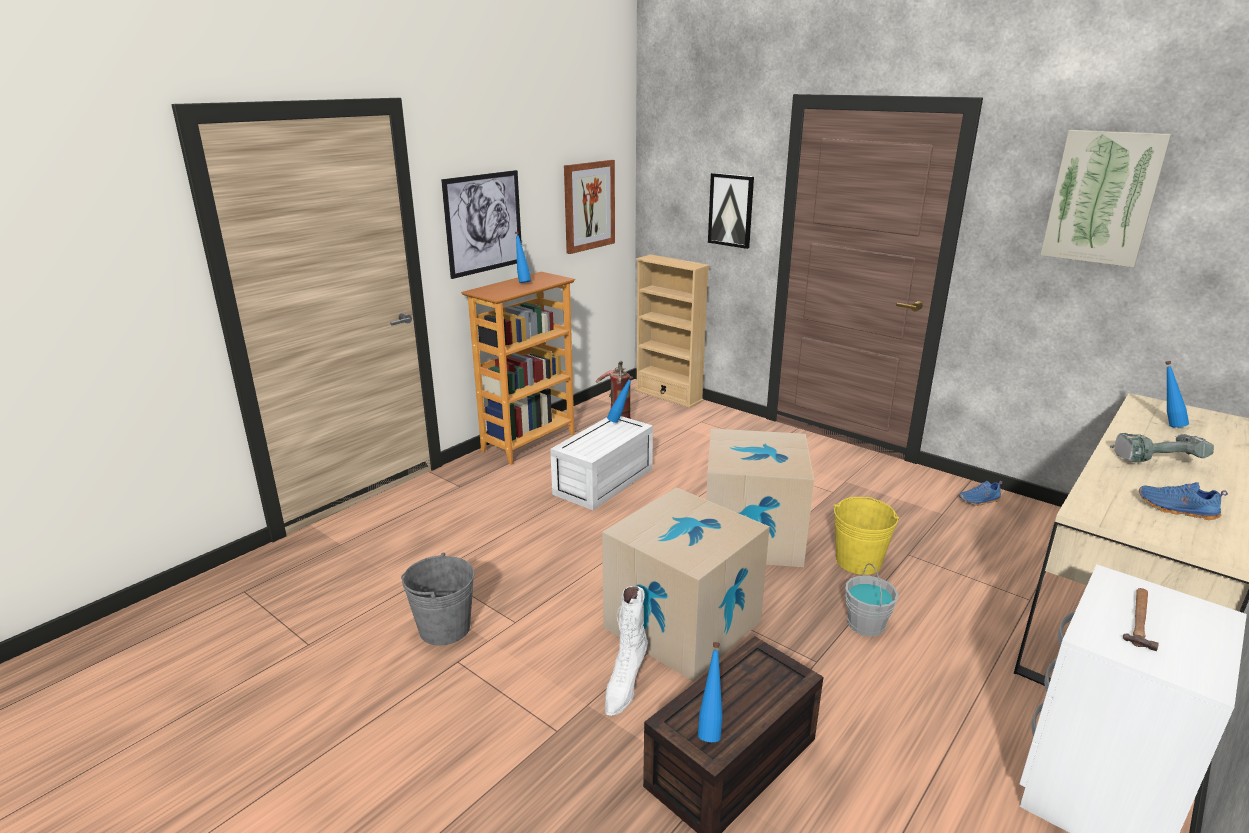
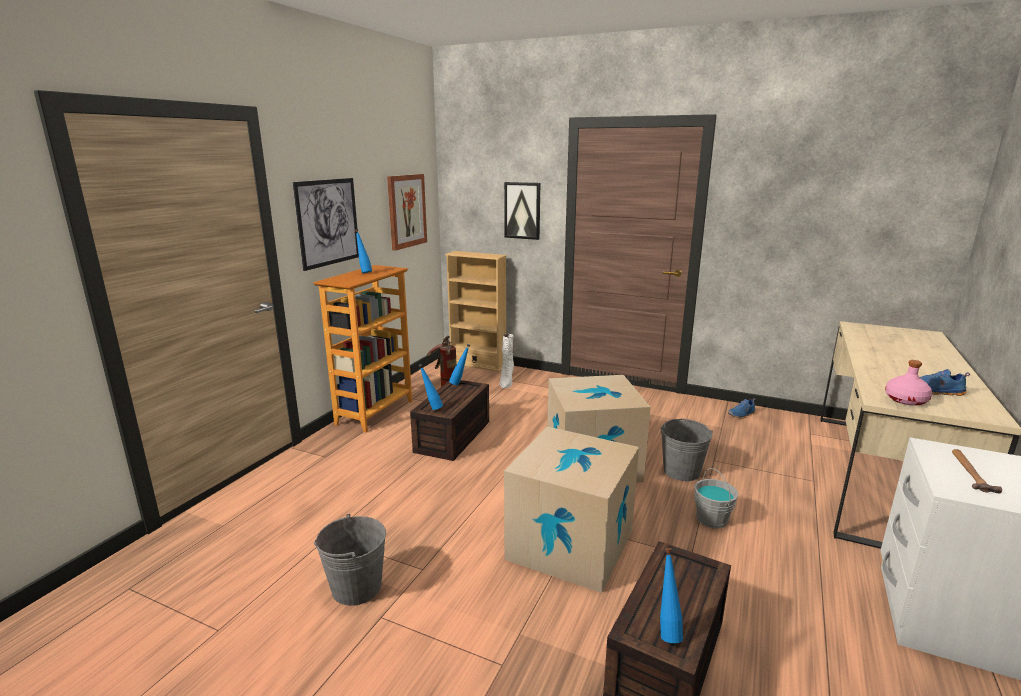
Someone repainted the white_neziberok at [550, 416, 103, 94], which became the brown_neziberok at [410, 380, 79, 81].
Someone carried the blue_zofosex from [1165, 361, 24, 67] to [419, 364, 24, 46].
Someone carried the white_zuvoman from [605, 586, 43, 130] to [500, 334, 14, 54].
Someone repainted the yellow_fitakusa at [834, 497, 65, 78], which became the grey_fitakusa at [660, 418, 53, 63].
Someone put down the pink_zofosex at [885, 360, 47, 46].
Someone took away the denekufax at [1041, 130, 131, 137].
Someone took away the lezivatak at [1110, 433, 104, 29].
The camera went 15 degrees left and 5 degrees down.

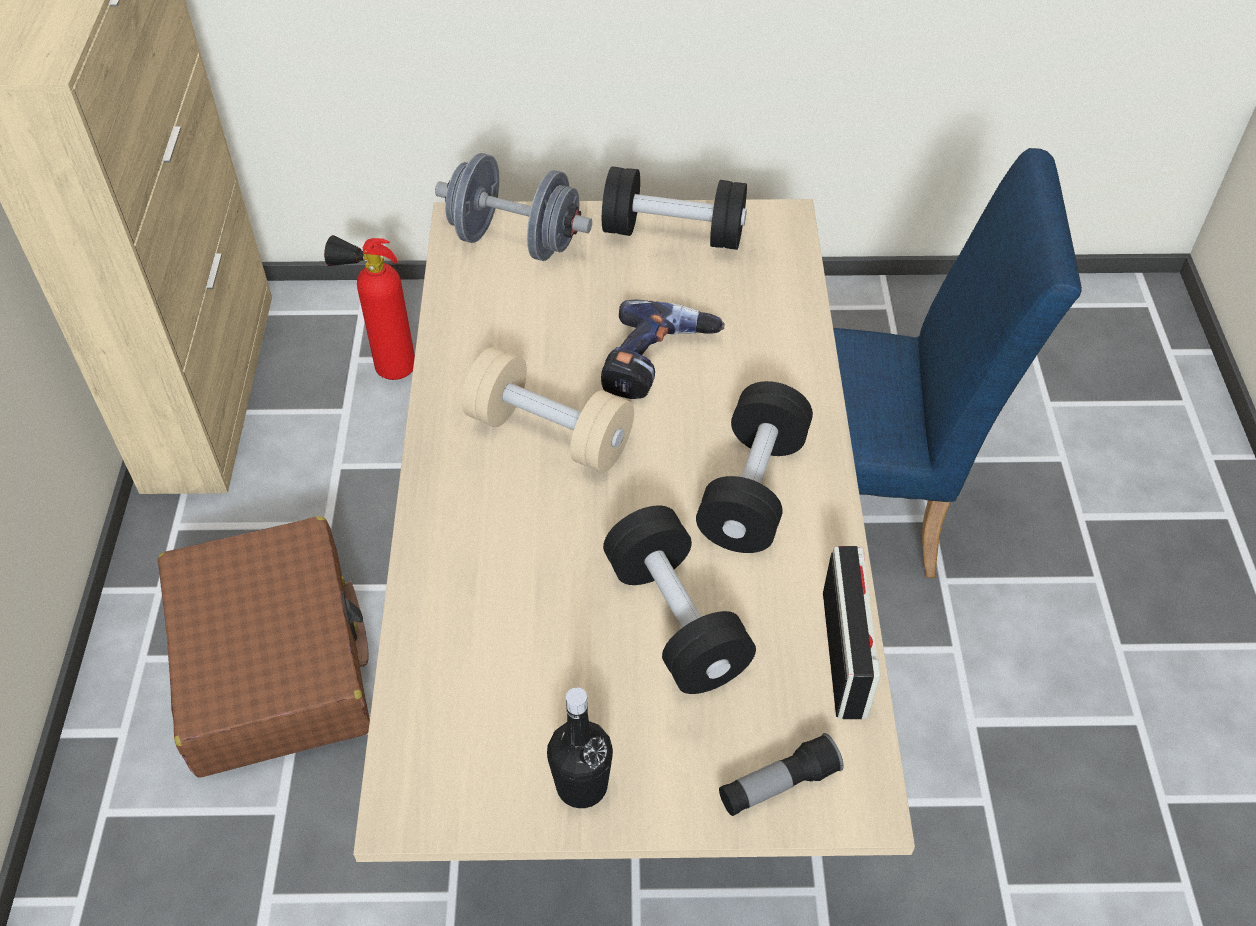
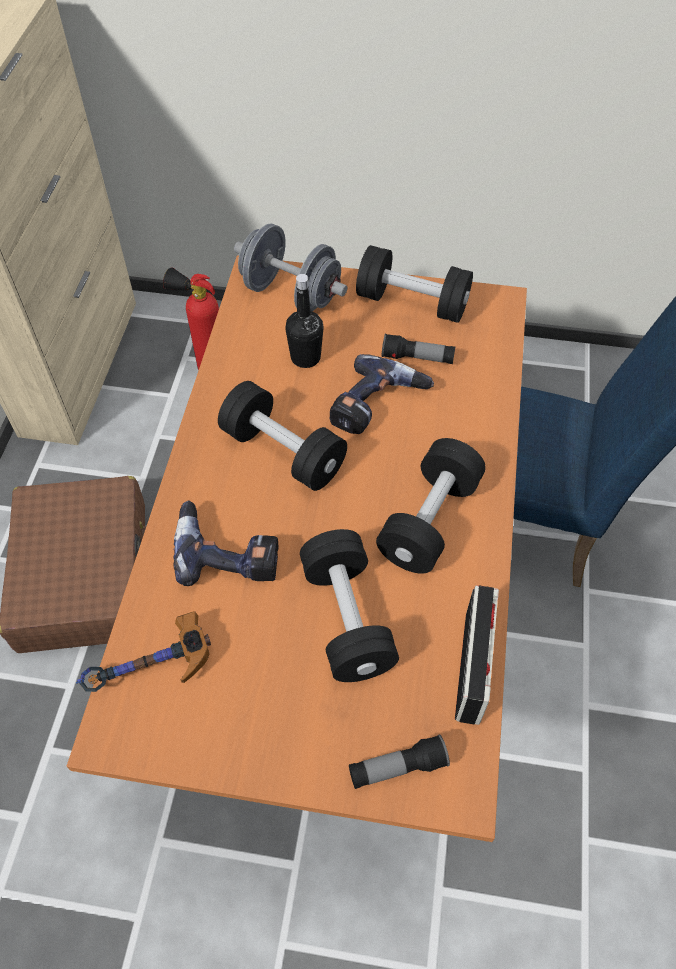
Someone repainted the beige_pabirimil at [353, 199, 562, 663], which became the orange_pabirimil at [67, 255, 460, 587].
Someone put down the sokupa at [76, 611, 135, 81].
Someone put down the lezivatak at [173, 500, 105, 86].
Someone repainted the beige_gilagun at [462, 347, 172, 126], which became the black_gilagun at [218, 381, 129, 110].
Someone carried the black_zofosex from [547, 687, 66, 121] to [285, 274, 38, 94].
Someone put down the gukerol at [382, 333, 73, 31].
The camera went 10 degrees right and 5 degrees up.

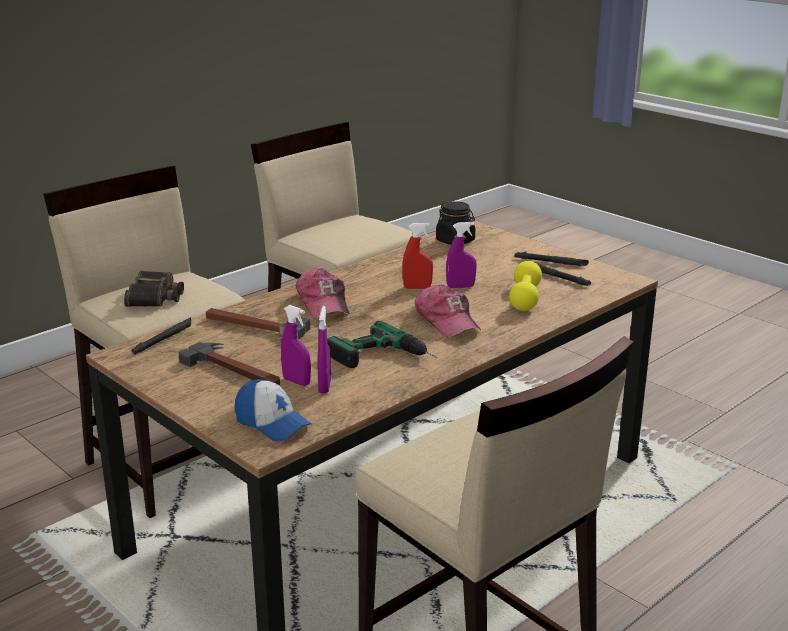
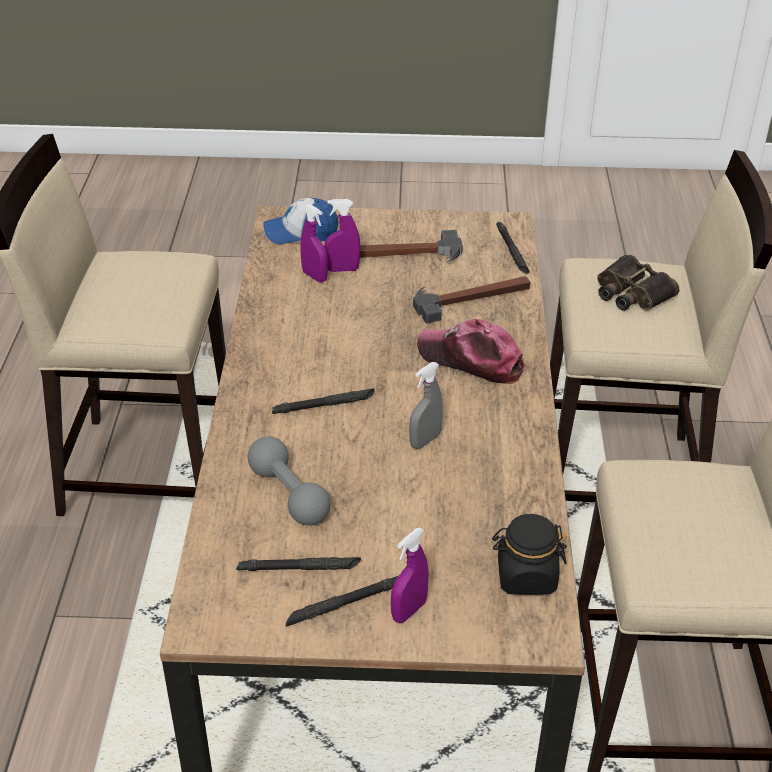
Someone repainted the yellow_gilagun at [509, 261, 33, 50], which became the grey_gilagun at [248, 436, 83, 90].
Someone swapped the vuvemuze at [415, 284, 66, 53] for the black_gukerol at [272, 388, 103, 26].
Someone carried the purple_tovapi from [446, 222, 31, 66] to [391, 527, 38, 96].
Someone repainted the red_tovapi at [402, 223, 31, 66], which became the grey_tovapi at [409, 362, 34, 87].
Someone took away the lezivatak at [327, 321, 110, 47].
The camera went 135 degrees right and 15 degrees up.

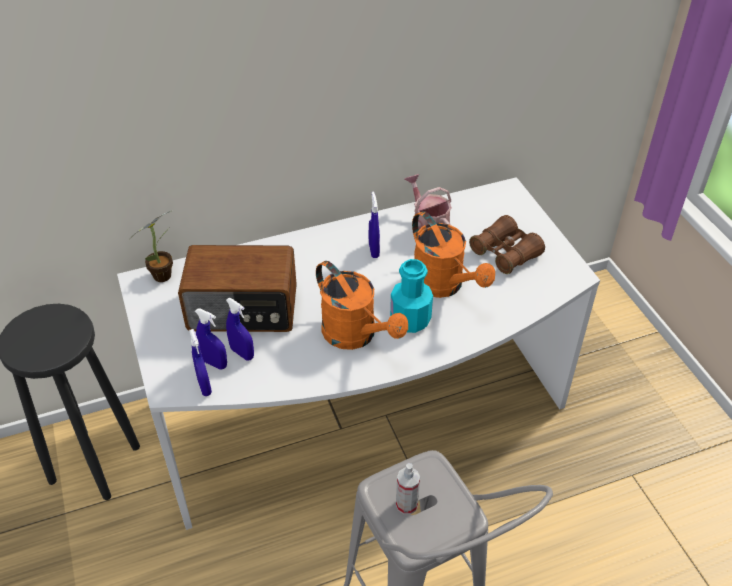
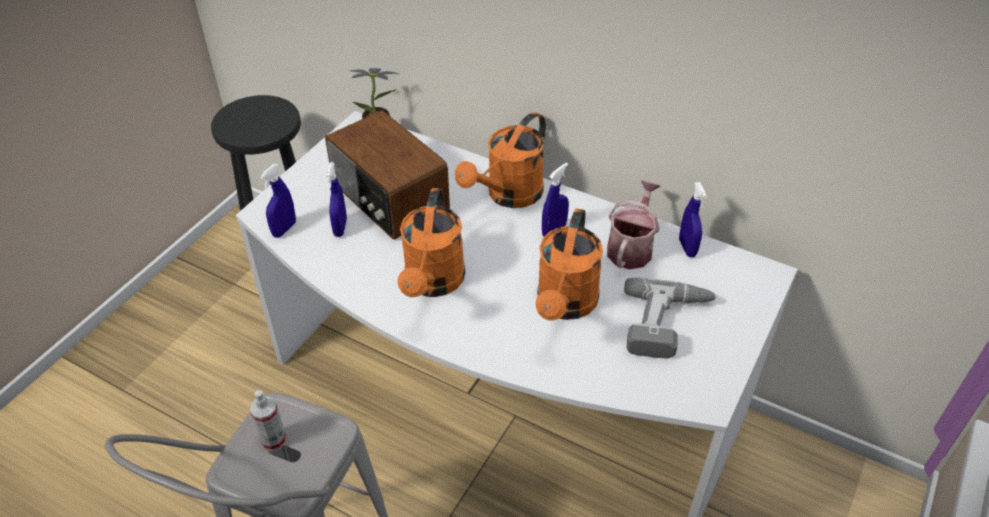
Someone put down the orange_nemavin at [455, 112, 91, 96].
Someone swapped the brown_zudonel at [469, 215, 76, 59] for the lezivatak at [624, 278, 93, 81].
Someone carried the blue_tovapi from [195, 308, 32, 62] to [679, 182, 28, 75].
Someone took away the turquoise_zofosex at [390, 259, 43, 74].
The camera went 50 degrees right and 0 degrees up.

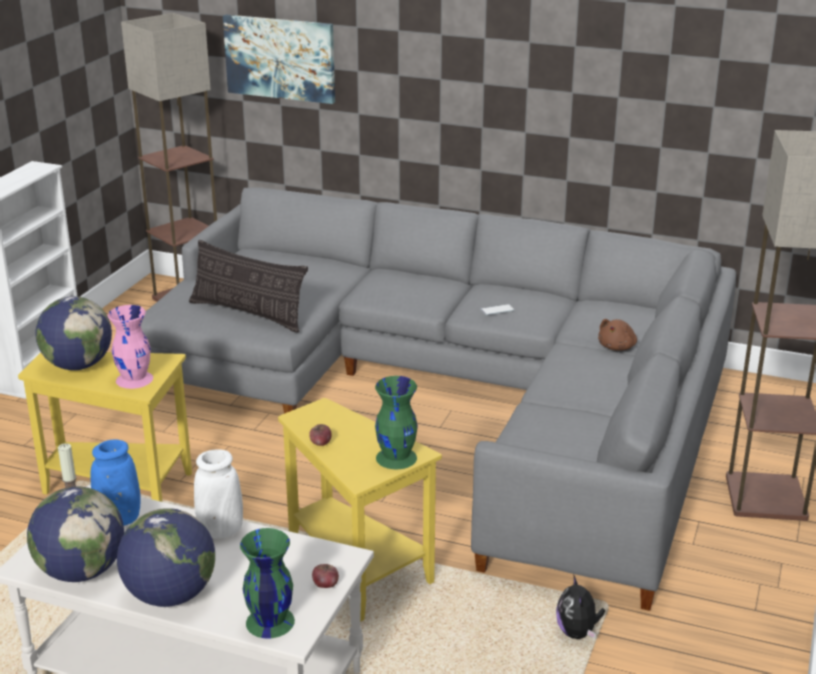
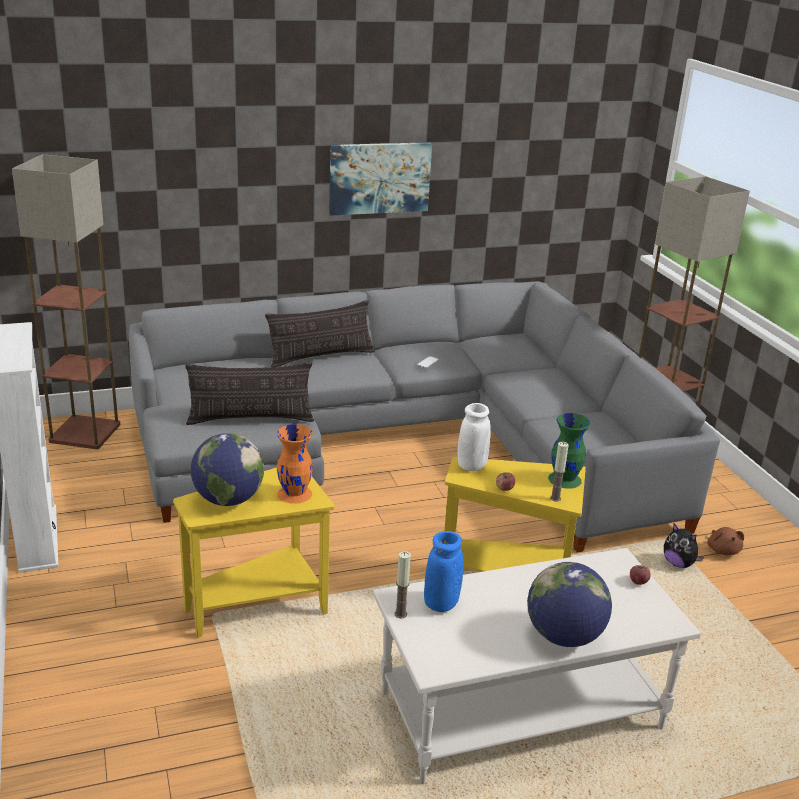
Someone put down the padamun at [265, 300, 110, 67].
Someone repainted the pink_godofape at [108, 305, 45, 84], which became the orange_godofape at [277, 424, 36, 80].
Someone carried the denekufax from [223, 15, 112, 89] to [329, 142, 103, 74].
Someone carried the white_godofape from [194, 449, 49, 90] to [458, 403, 33, 68].
Someone put down the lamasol at [550, 442, 19, 60].
Someone carried the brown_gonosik from [598, 319, 39, 31] to [707, 527, 37, 28].
Someone took away the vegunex at [27, 487, 97, 95].
Someone took away the green_godofape at [240, 528, 55, 110].
The camera went 40 degrees left and 0 degrees up.

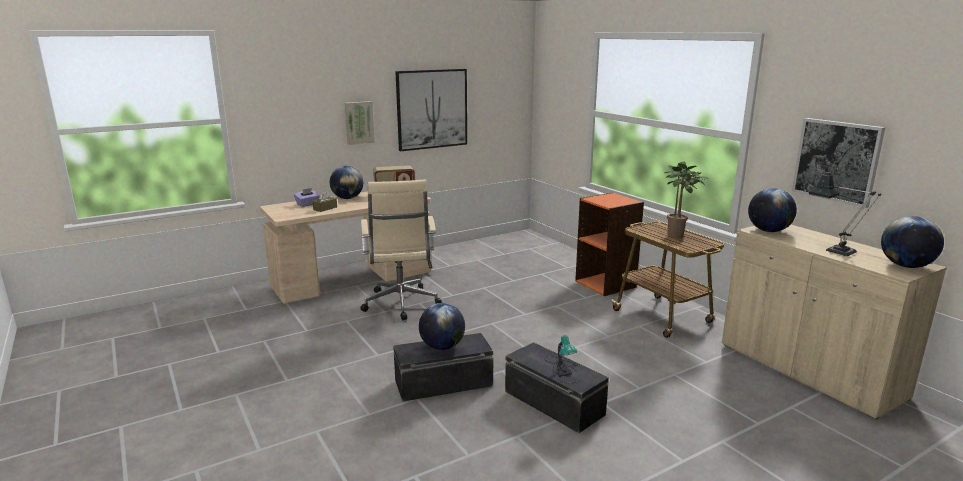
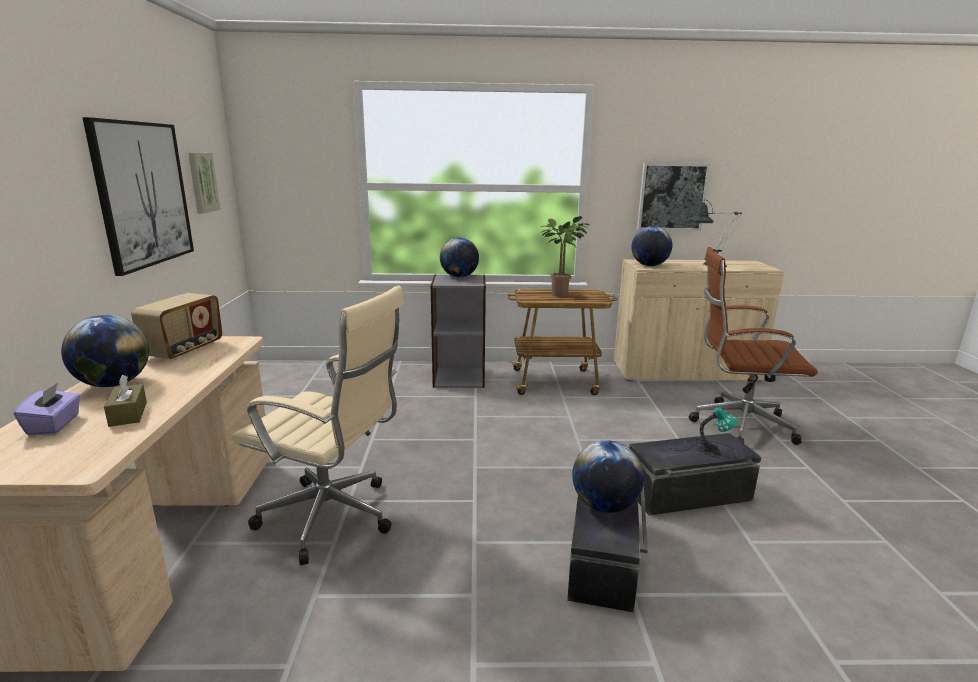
Someone carried the denekufax from [345, 101, 30, 44] to [188, 153, 32, 61].
Someone repainted the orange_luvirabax at [575, 193, 69, 103], which became the grey_luvirabax at [431, 274, 55, 114].
Someone carried the vegunex from [881, 216, 63, 52] to [440, 238, 39, 39].
Someone put down the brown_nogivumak at [689, 247, 129, 198].
The camera went 60 degrees left and 0 degrees up.

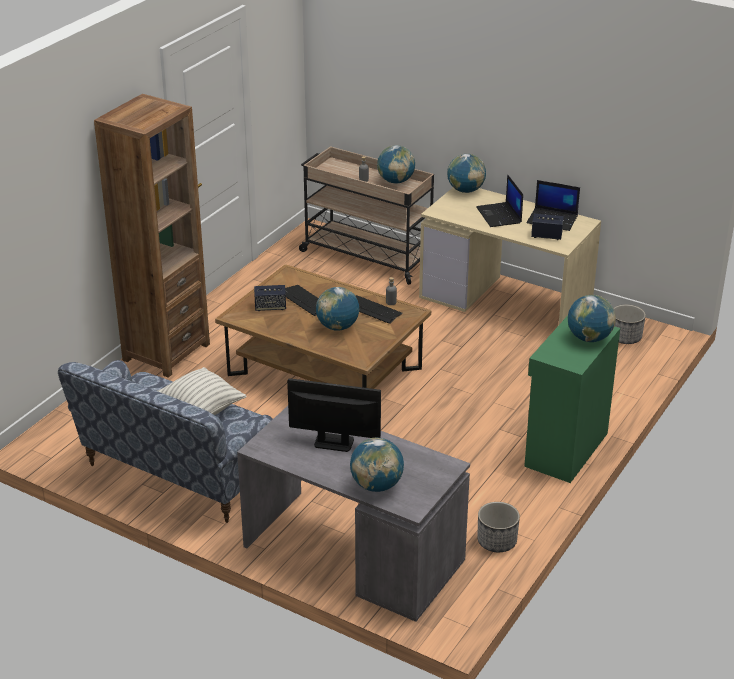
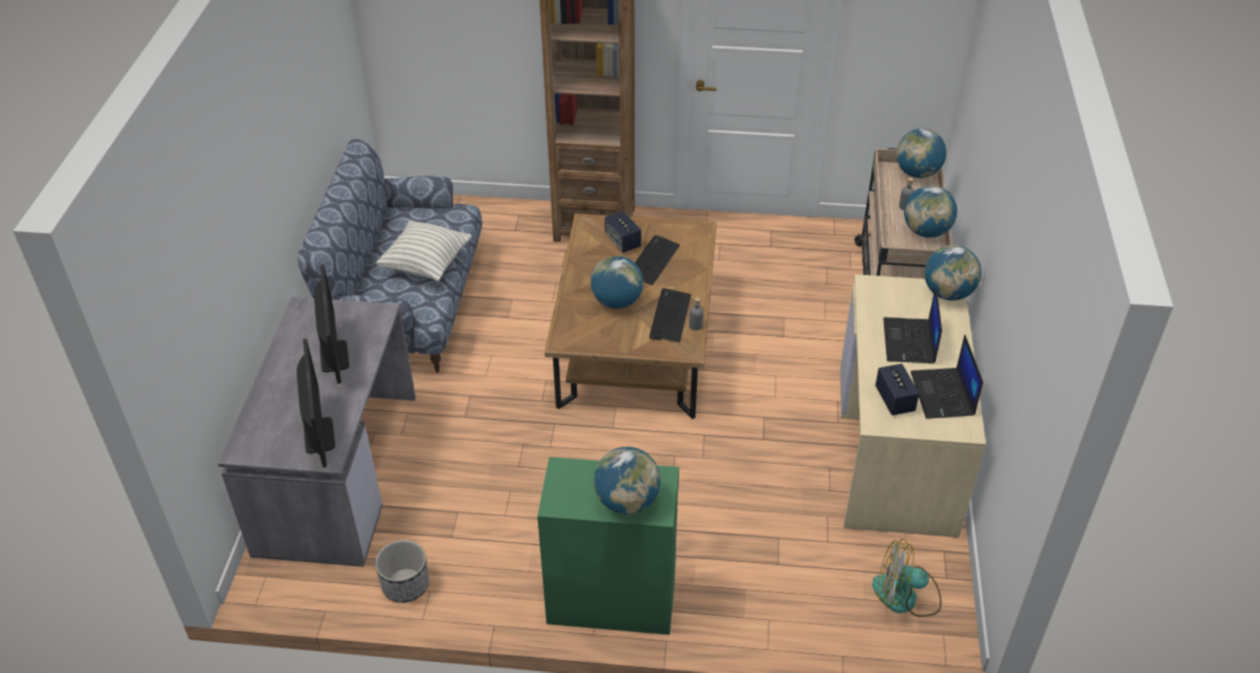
Someone put down the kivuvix at [297, 339, 38, 129].
Someone swapped the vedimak at [613, 305, 33, 39] for the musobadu at [872, 539, 70, 78].
Someone rotated the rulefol at [476, 174, 47, 53] by 45 degrees counterclockwise.
Someone carried the vegunex from [350, 438, 54, 54] to [896, 128, 51, 50].
The camera went 65 degrees right and 10 degrees up.

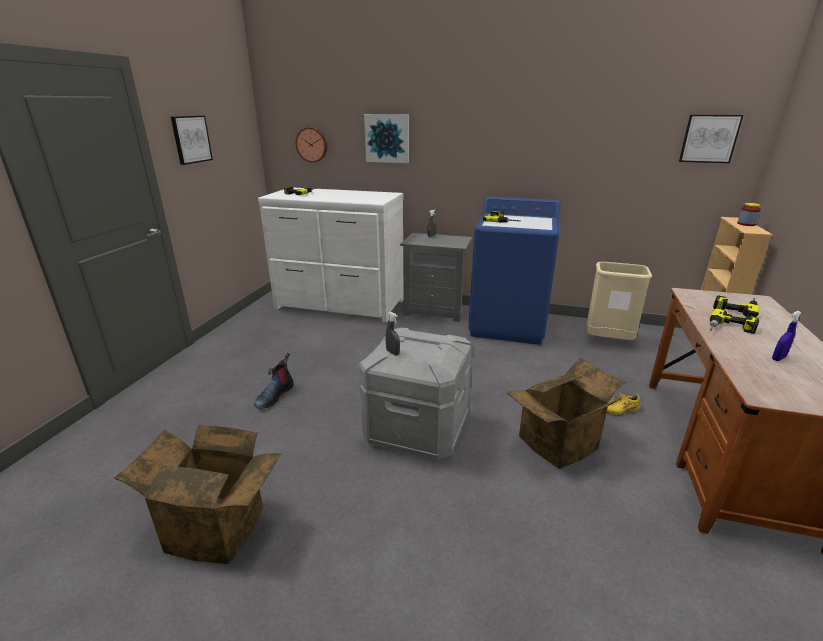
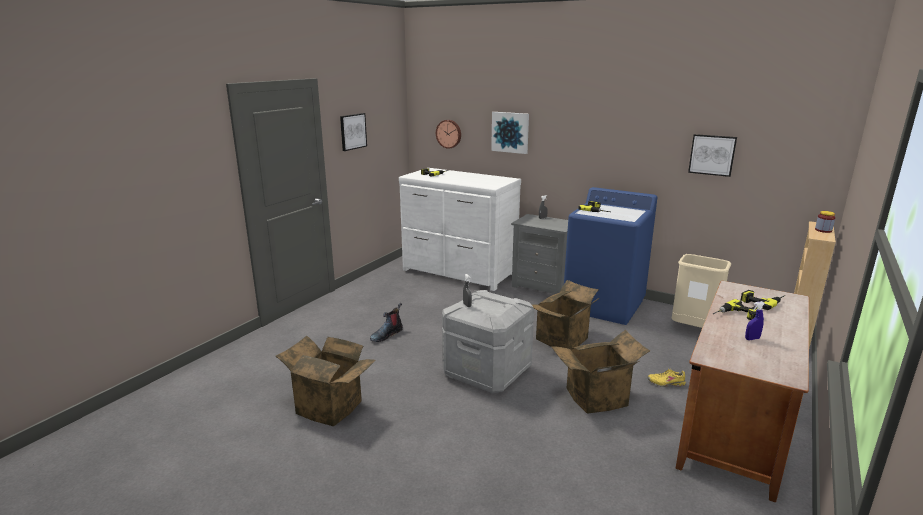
Someone put down the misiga at [532, 280, 67, 69].
Someone carried the denekufax from [679, 115, 64, 48] to [688, 134, 49, 43].
The camera went 15 degrees right and 5 degrees down.

